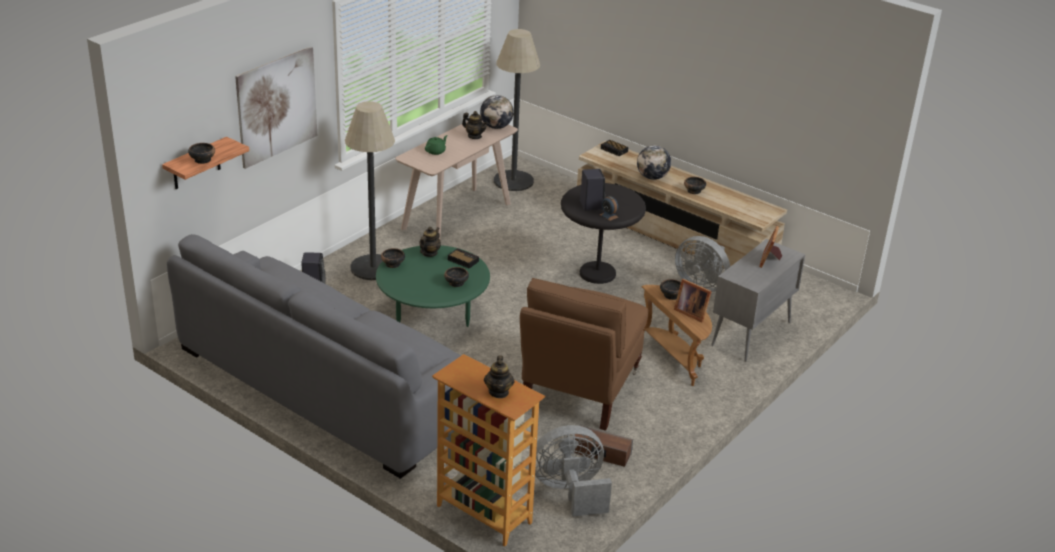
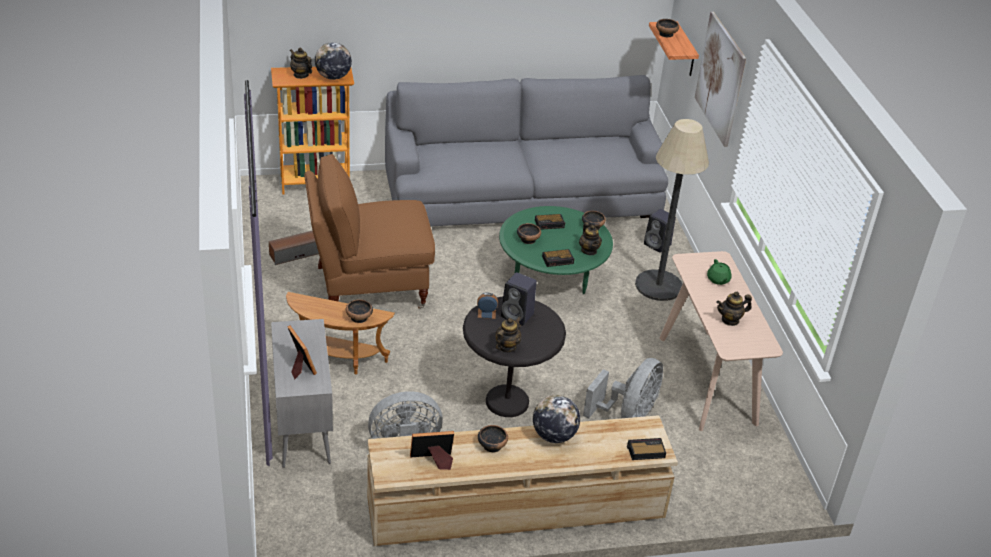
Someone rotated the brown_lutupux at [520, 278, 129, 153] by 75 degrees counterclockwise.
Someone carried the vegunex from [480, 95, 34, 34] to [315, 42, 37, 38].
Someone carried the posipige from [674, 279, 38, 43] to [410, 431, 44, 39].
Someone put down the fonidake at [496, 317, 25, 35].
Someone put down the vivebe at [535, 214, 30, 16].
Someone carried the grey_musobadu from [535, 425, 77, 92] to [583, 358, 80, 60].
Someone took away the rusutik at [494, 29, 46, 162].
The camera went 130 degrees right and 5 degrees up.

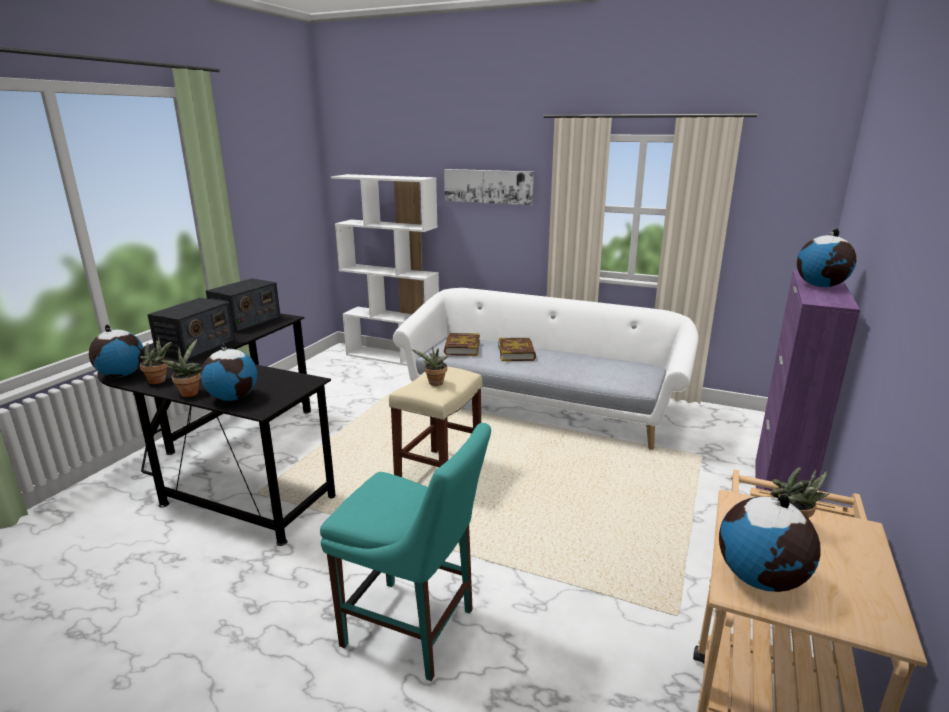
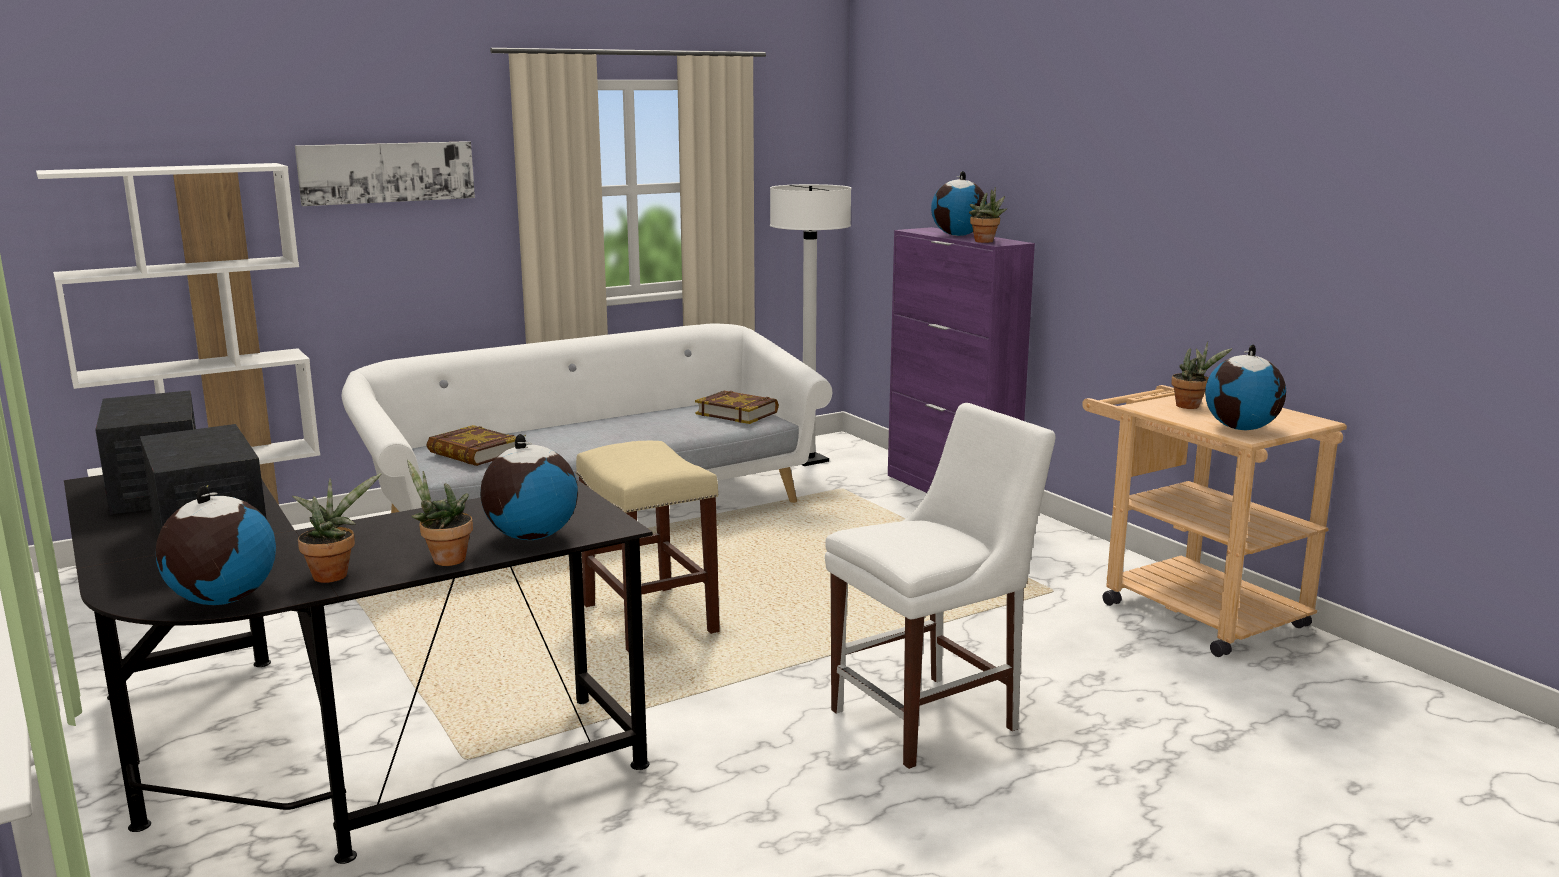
Someone carried the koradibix from [498, 338, 38, 23] to [695, 391, 84, 33].
Someone put down the white_rusutik at [770, 184, 81, 282].
Someone repainted the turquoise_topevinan at [320, 423, 171, 258], which became the white_topevinan at [825, 403, 230, 366].
Someone carried the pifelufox from [411, 347, 40, 39] to [969, 187, 39, 56].
The camera went 55 degrees left and 5 degrees down.

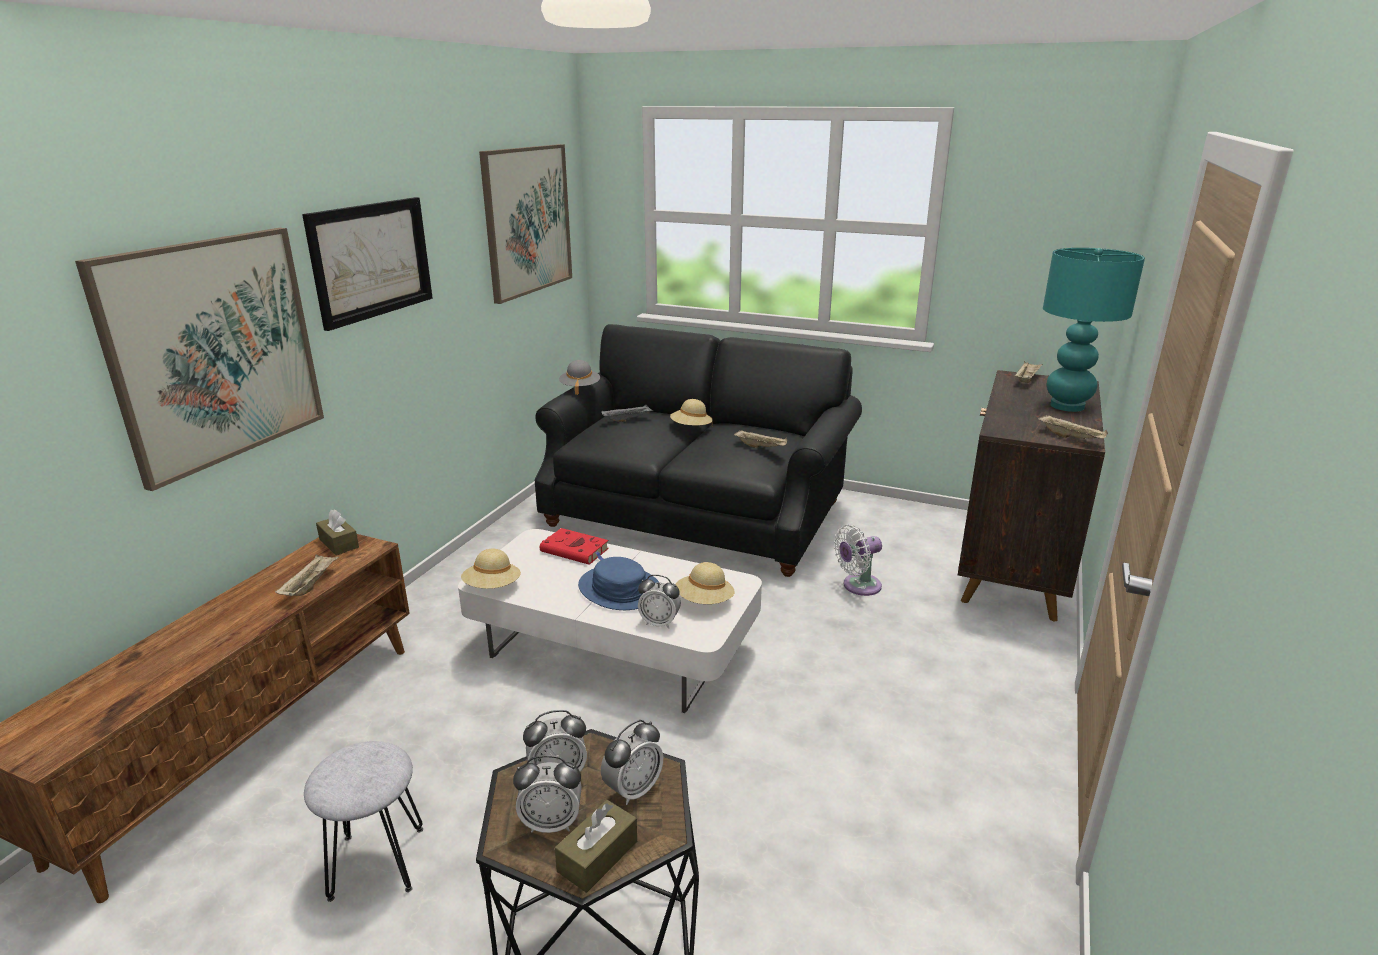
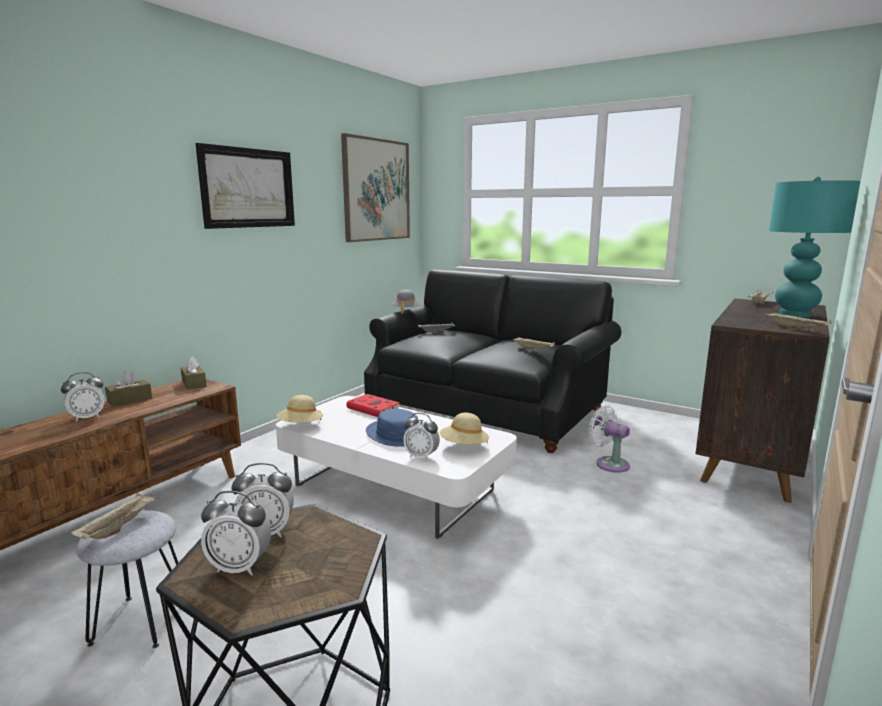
Someone carried the vivebe from [601, 720, 62, 85] to [61, 372, 44, 50].
Someone carried the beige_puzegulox from [275, 554, 64, 42] to [71, 493, 88, 46].
Someone carried the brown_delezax from [555, 800, 82, 93] to [105, 371, 47, 36].
Someone rotated the white_musobadu at [834, 525, 48, 71] by 60 degrees clockwise.
Someone took away the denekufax at [75, 228, 249, 263].
Someone took away the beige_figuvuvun at [670, 399, 43, 26].
The camera went 10 degrees right and 10 degrees down.

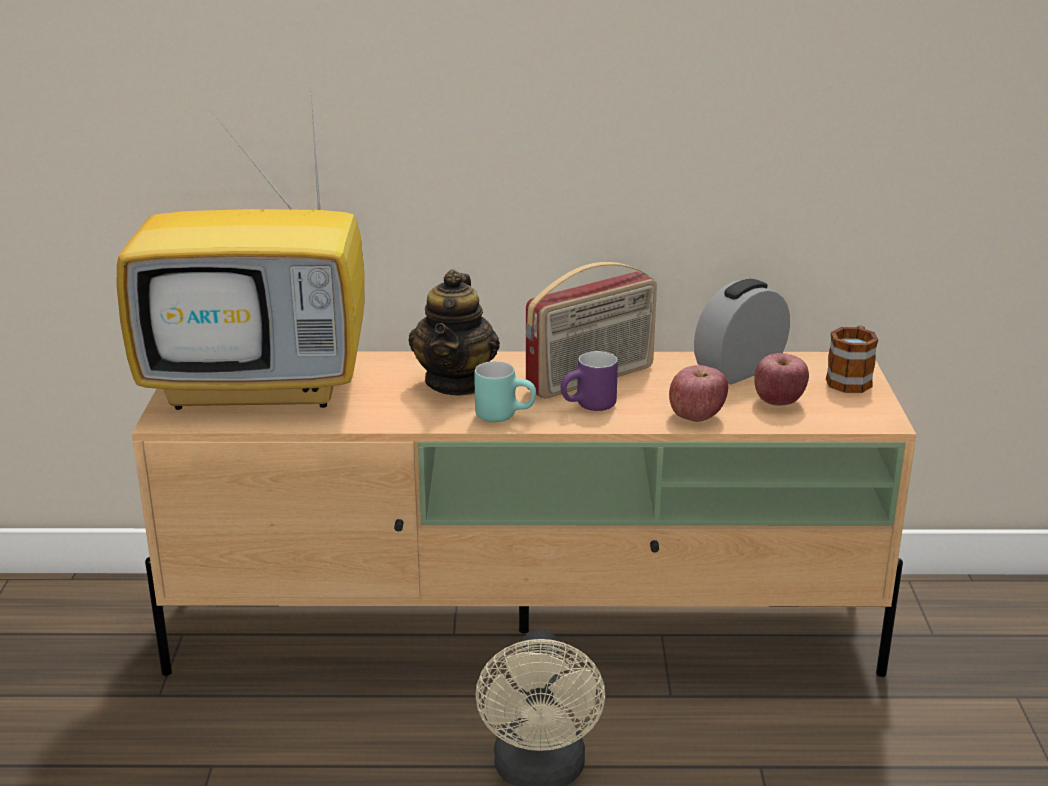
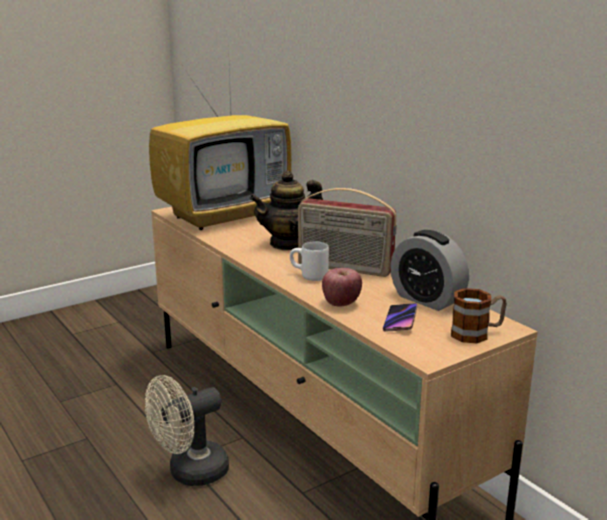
Someone rotated the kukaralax at [117, 84, 248, 326] by 90 degrees counterclockwise.
Someone repainted the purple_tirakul at [561, 351, 57, 60], which became the white_tirakul at [290, 241, 39, 40].
Someone swapped the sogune at [754, 353, 55, 53] for the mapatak at [383, 303, 35, 29].
Someone rotated the vivebe at [694, 279, 96, 105] by 150 degrees counterclockwise.
Someone took away the turquoise_tirakul at [474, 361, 62, 61].
The camera went 55 degrees right and 5 degrees down.

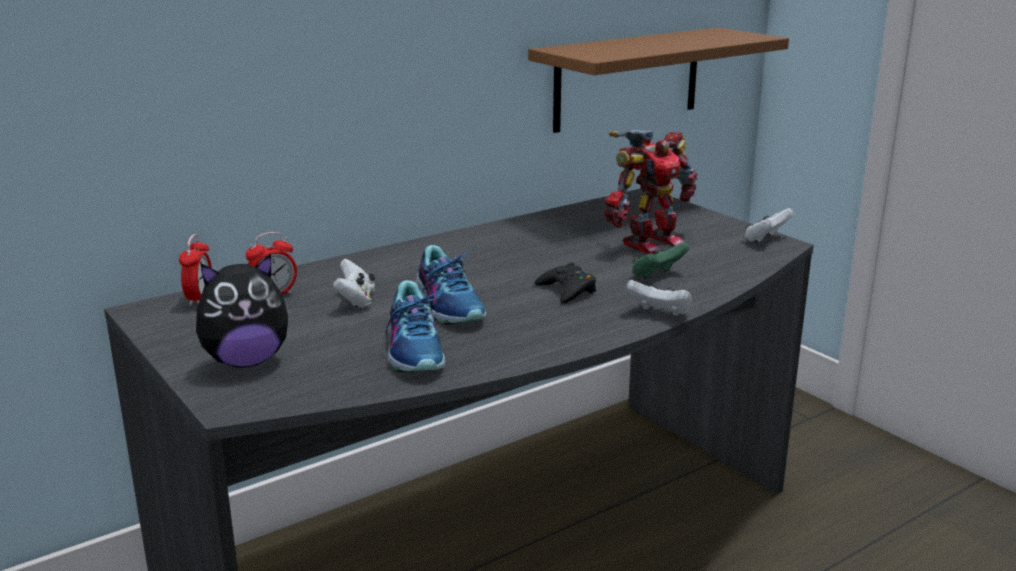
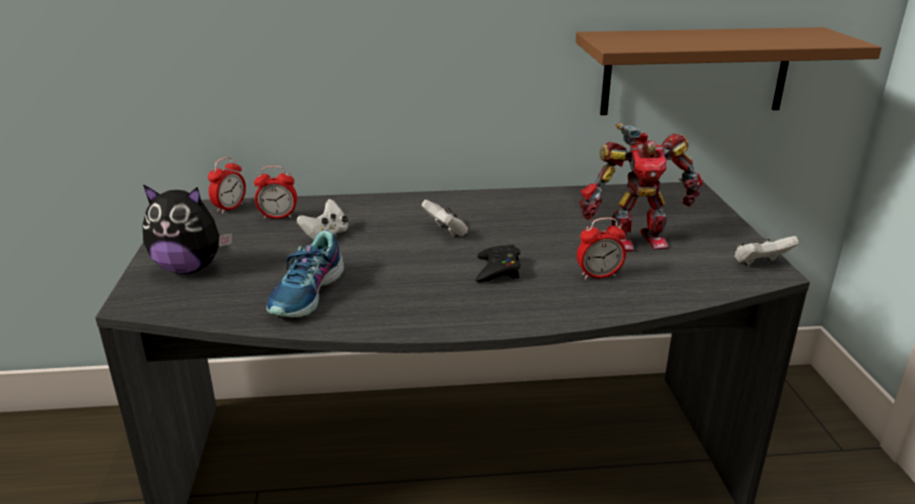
Someone carried the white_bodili from [627, 280, 65, 36] to [422, 200, 46, 37].
Someone swapped the green_bodili at [632, 242, 57, 37] for the vivebe at [577, 218, 49, 62].
Someone took away the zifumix at [415, 245, 72, 80].
The camera went 30 degrees right and 5 degrees up.

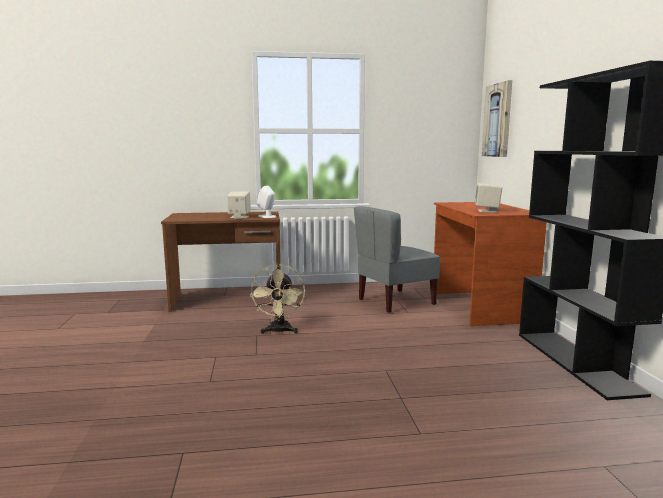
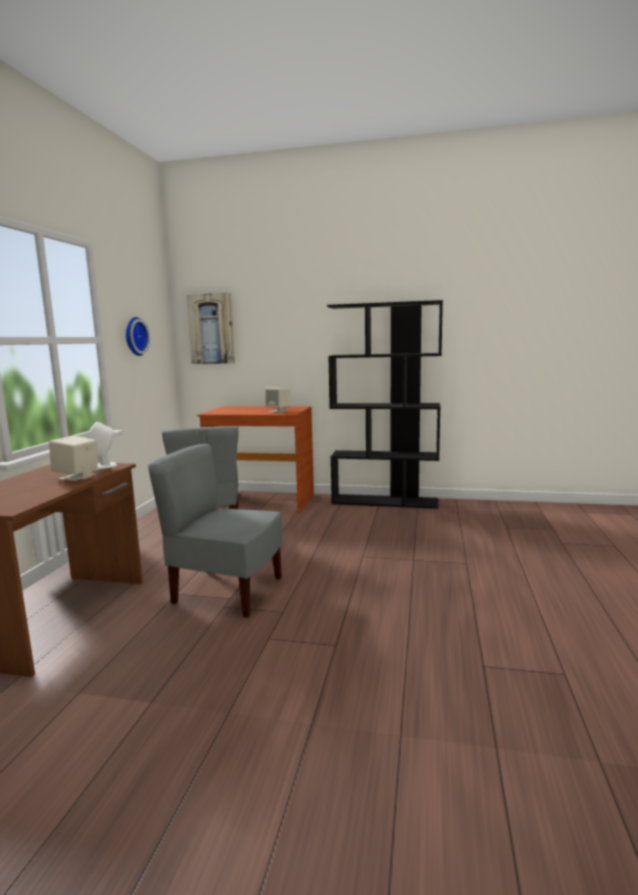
Someone put up the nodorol at [125, 317, 25, 39].
Someone swapped the beige_musobadu at [250, 264, 55, 70] for the grey_topevinan at [148, 444, 134, 174].
The camera went 70 degrees left and 0 degrees up.

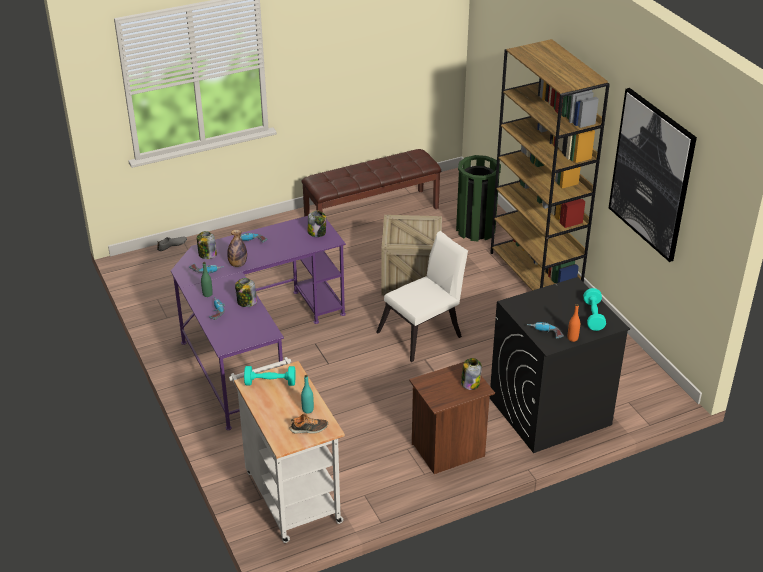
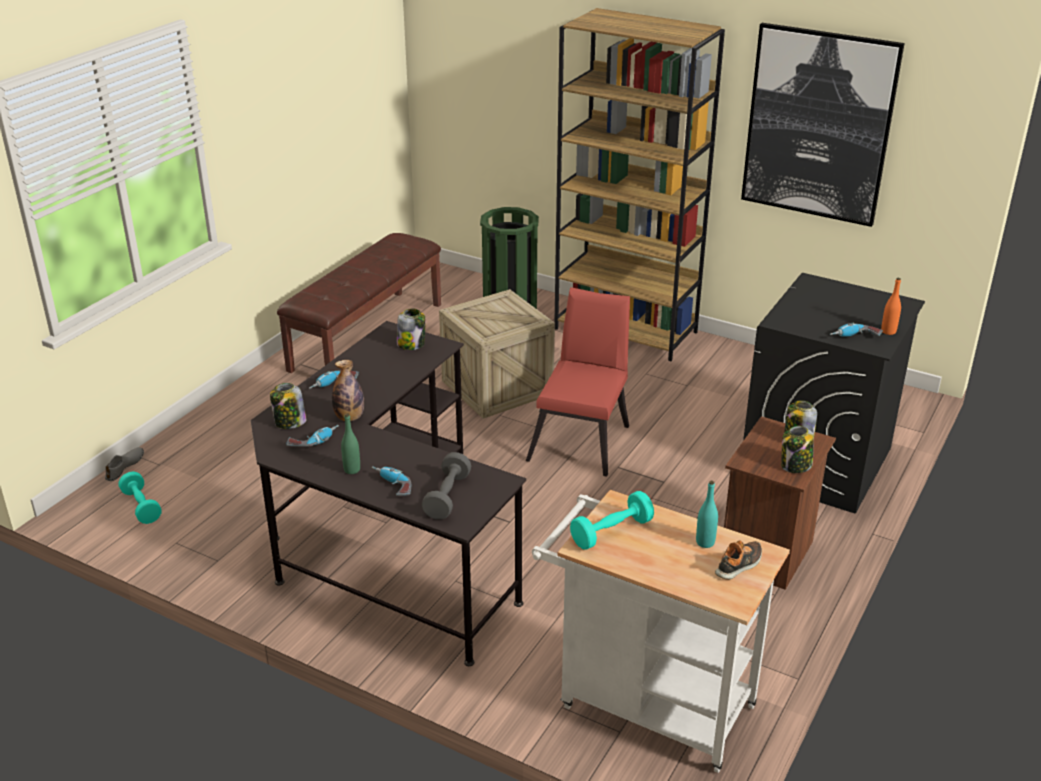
Someone carried the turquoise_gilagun from [583, 288, 23, 43] to [119, 471, 43, 53].
Someone repainted the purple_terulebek at [171, 216, 175, 214], which became the black_terulebek at [250, 321, 276, 345].
Someone put down the grey_gilagun at [422, 452, 49, 68].
Someone repainted the white_topevinan at [376, 231, 92, 131], which became the red_topevinan at [526, 287, 104, 190].
Someone carried the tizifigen from [235, 278, 22, 29] to [781, 426, 33, 47].
The camera went 35 degrees left and 5 degrees down.

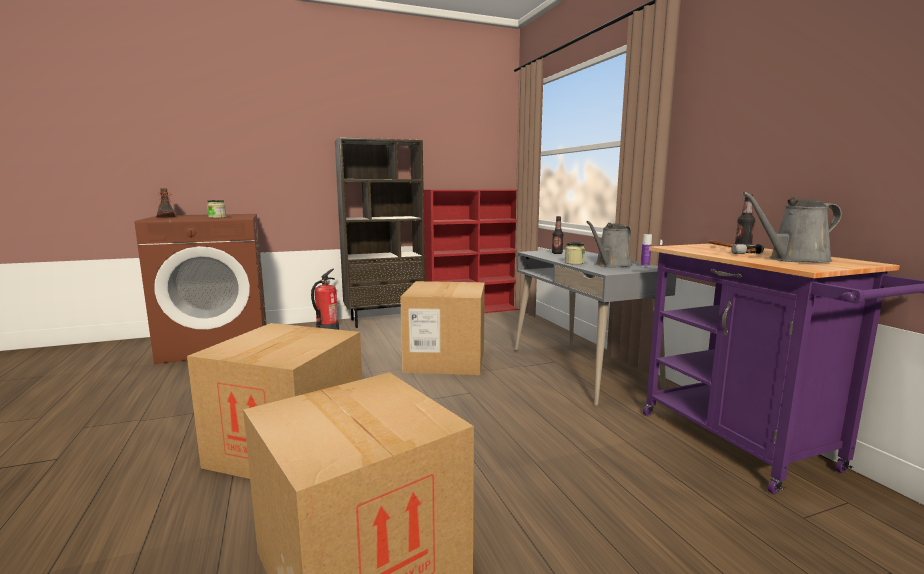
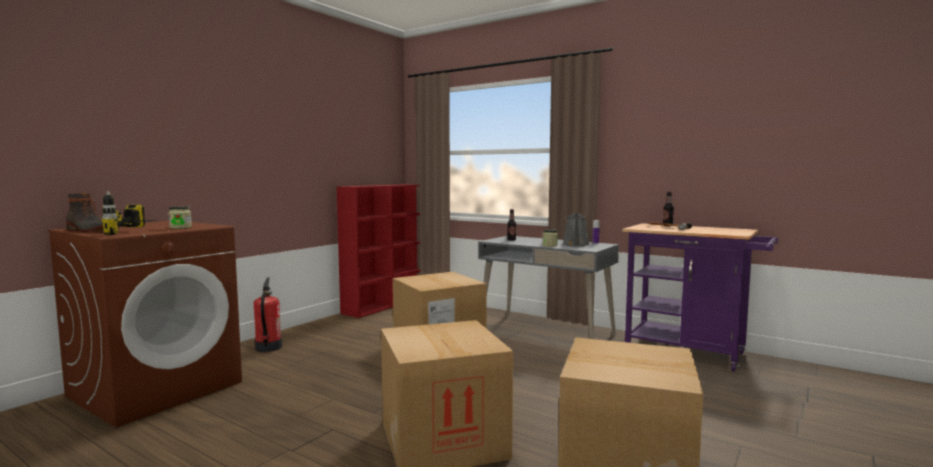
Someone put down the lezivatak at [102, 191, 47, 44].
Someone took away the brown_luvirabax at [335, 137, 90, 191].
Someone took away the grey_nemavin at [742, 192, 100, 71].
The camera went 35 degrees left and 5 degrees down.

